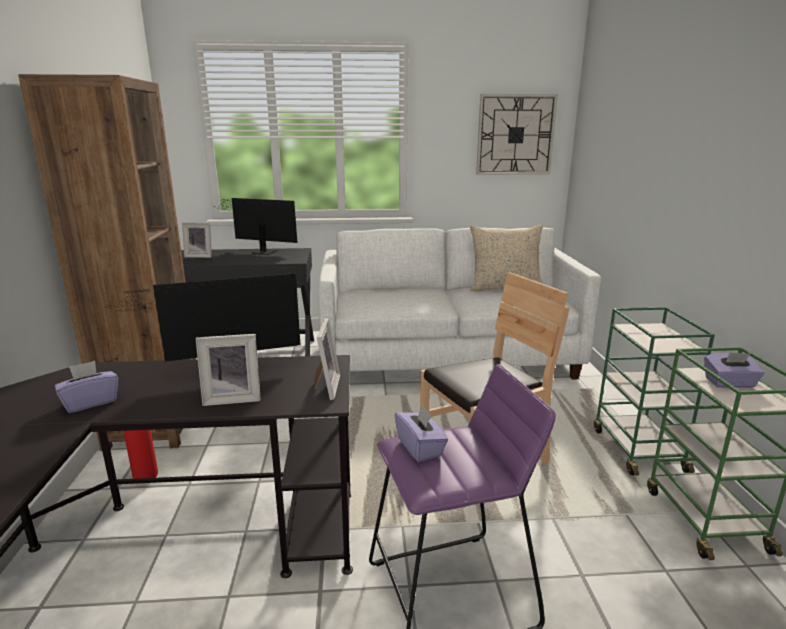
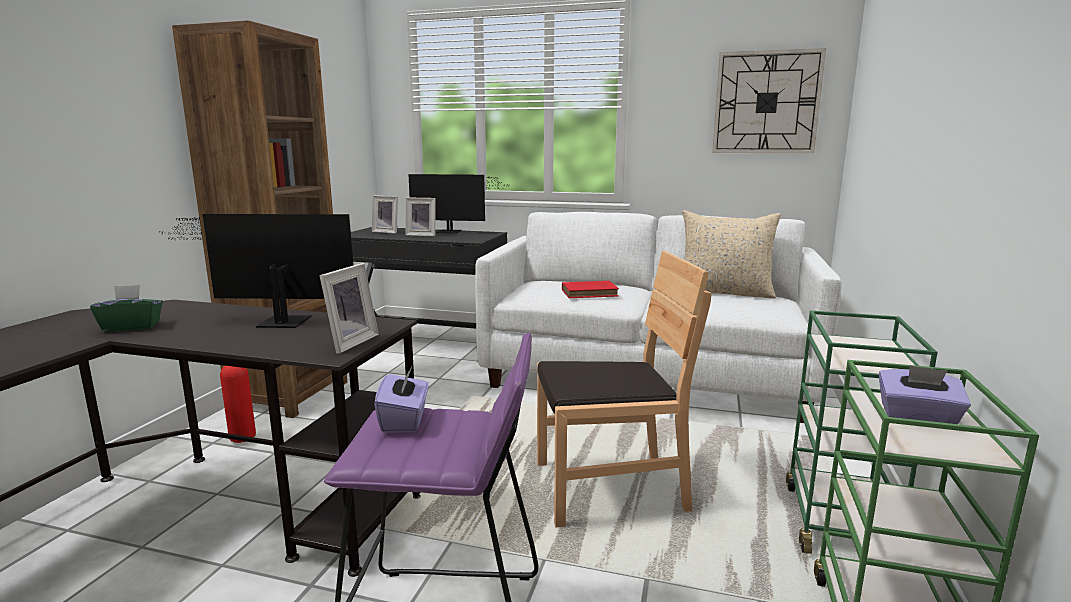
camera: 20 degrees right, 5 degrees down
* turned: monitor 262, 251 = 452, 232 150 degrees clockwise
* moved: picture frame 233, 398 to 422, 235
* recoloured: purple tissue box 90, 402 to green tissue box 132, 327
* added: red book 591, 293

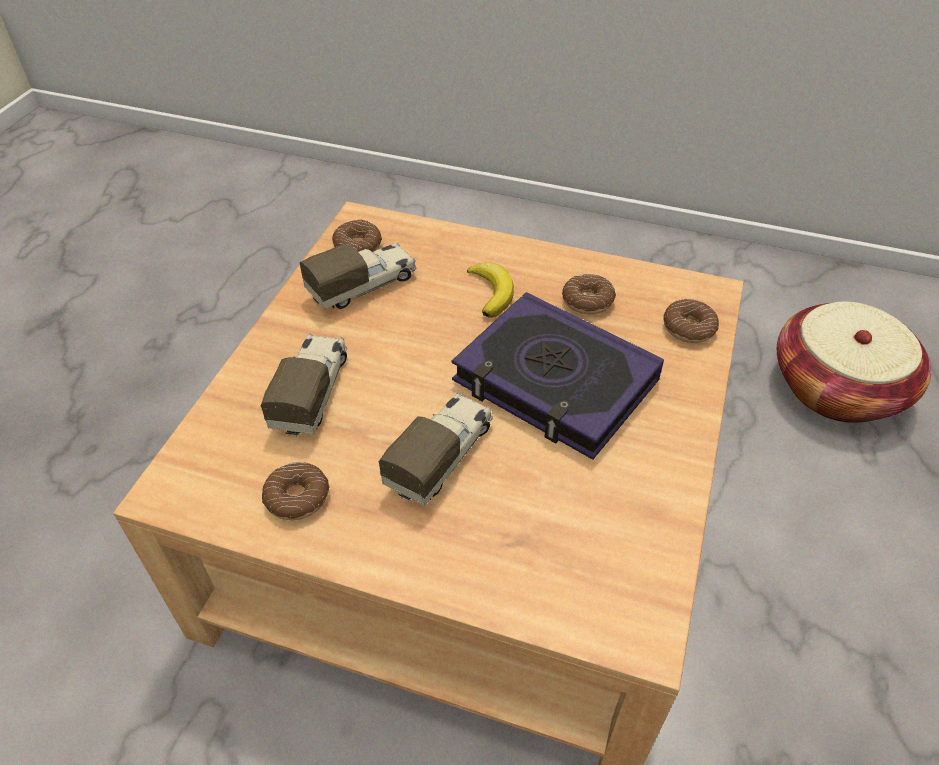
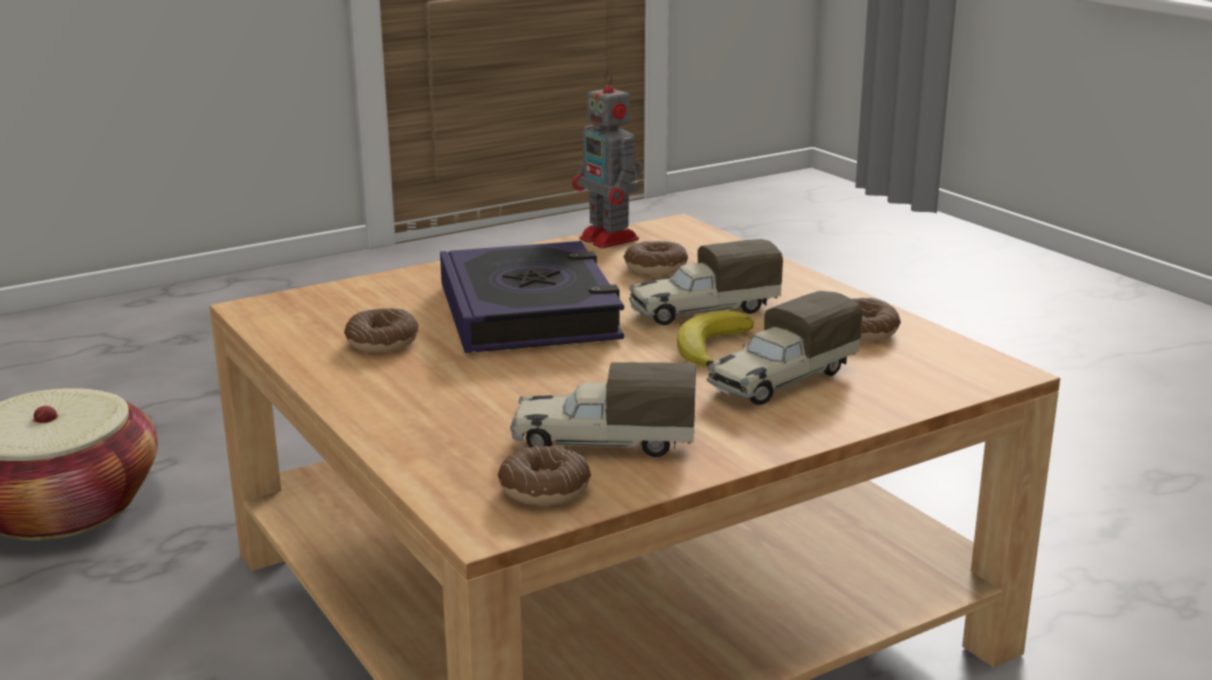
camera: 140 degrees left, 25 degrees down
* moved: banana 492, 292 to 710, 346
* moved: donut 688, 328 to 655, 268
* added: toy robot 610, 240

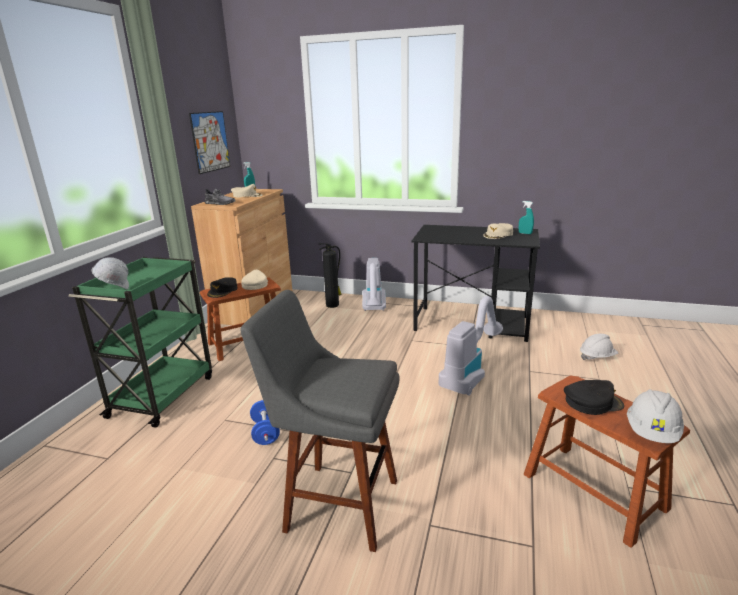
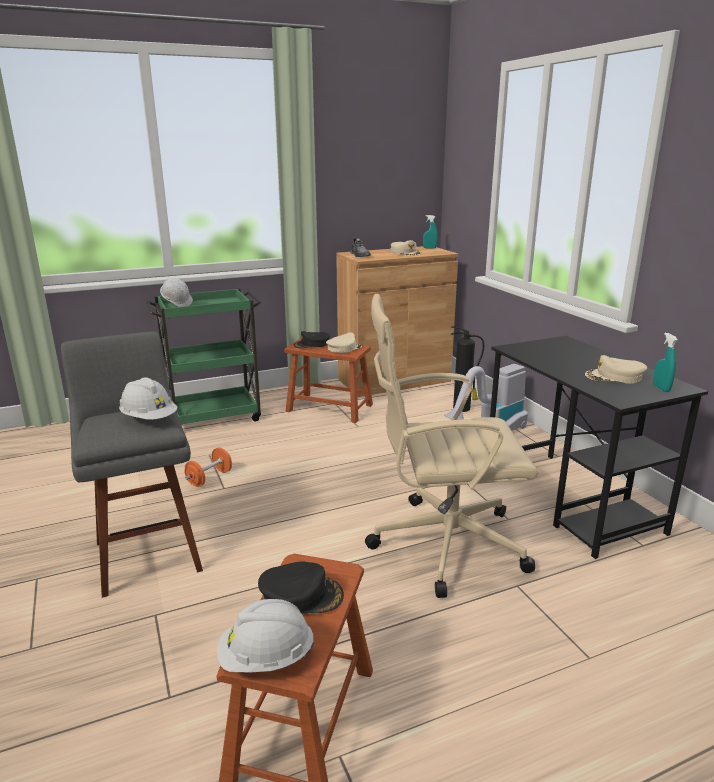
camera: 50 degrees right, 0 degrees up
* removed: picture 210, 141
* replaced: vacuum cleaner 469, 374 to beige office chair 443, 543
* moved: white hard hat 597, 357 to 149, 419
* turned: black cap 592, 402 = 301, 595 45 degrees counterclockwise
* recoloured: blue dumbbell 265, 432 to orange dumbbell 209, 478

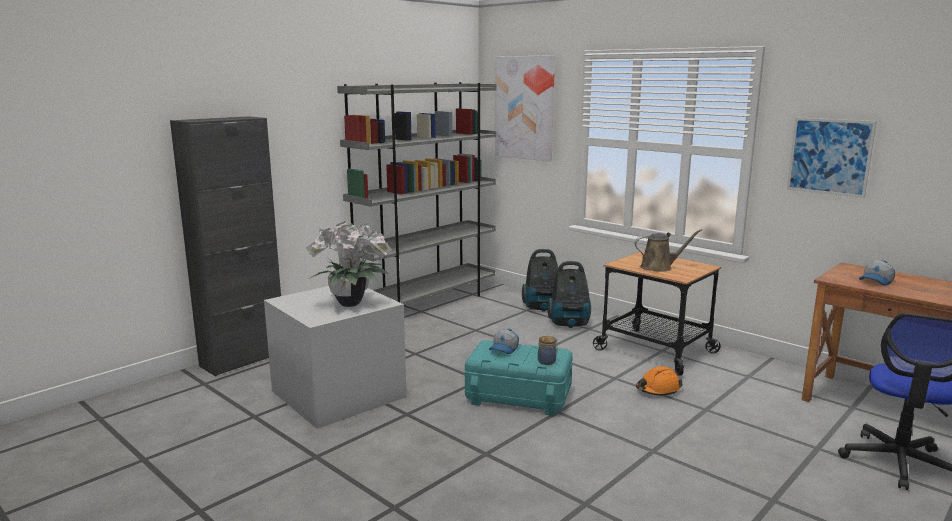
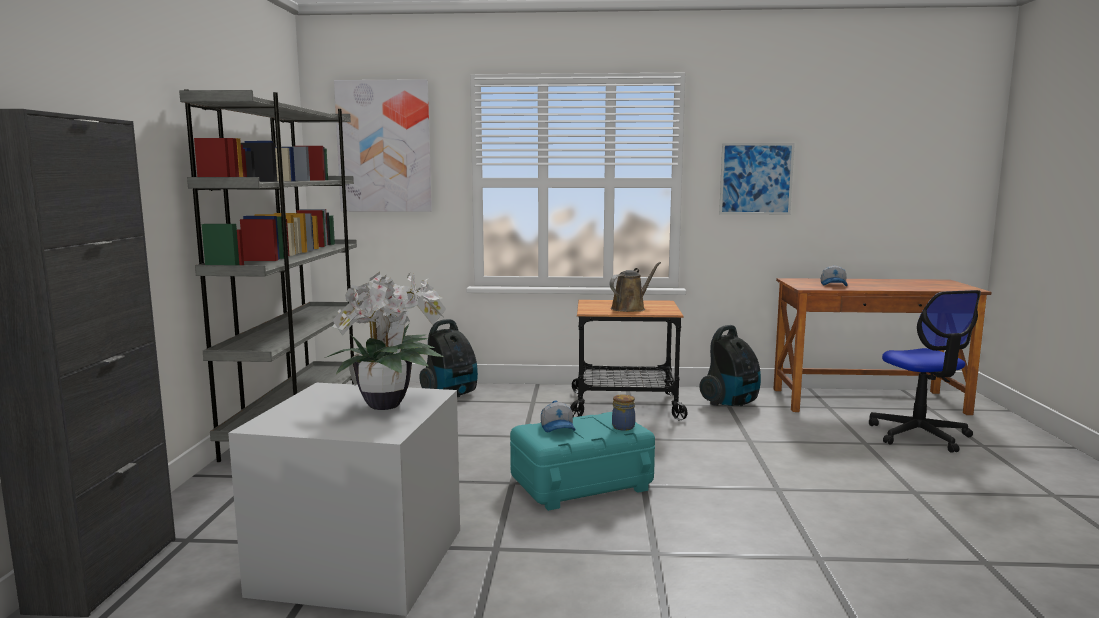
camera: 40 degrees left, 5 degrees down
* moved: vacuum cleaner 569, 324 to 731, 403
* removed: orange hard hat 658, 389

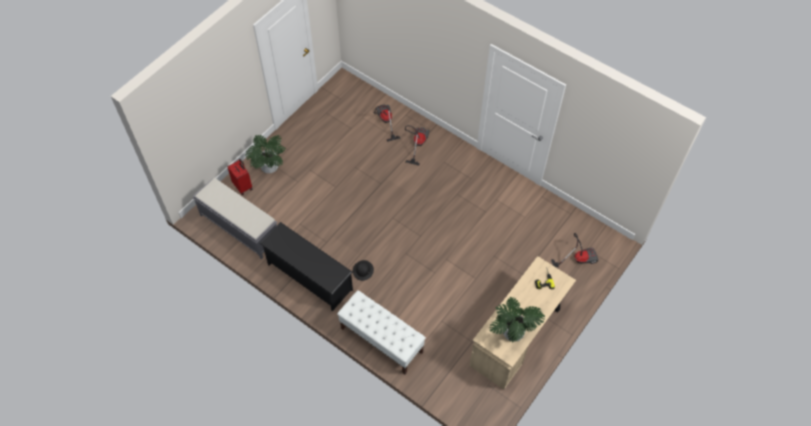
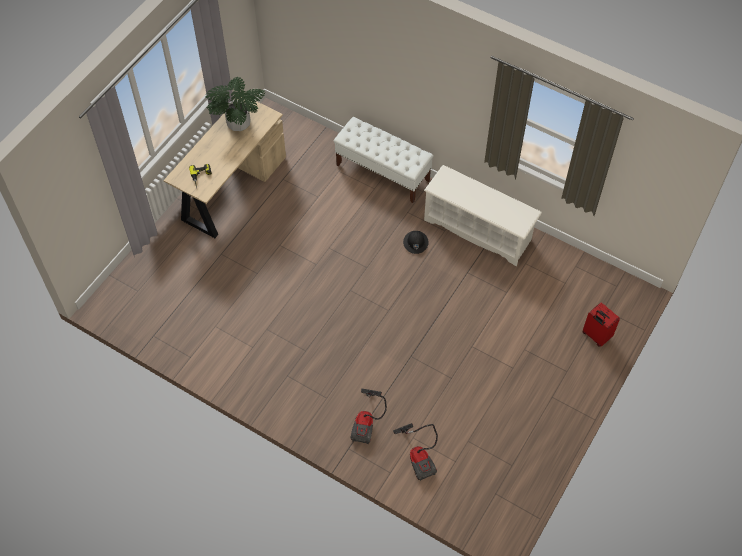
camera: 175 degrees right, 0 degrees up
* removed: potted plant 269, 167
* removed: grey bench 239, 227
* recoloured: black shoe rack 309, 277 to white shoe rack 478, 230
* removed: vacuum cleaner 577, 259

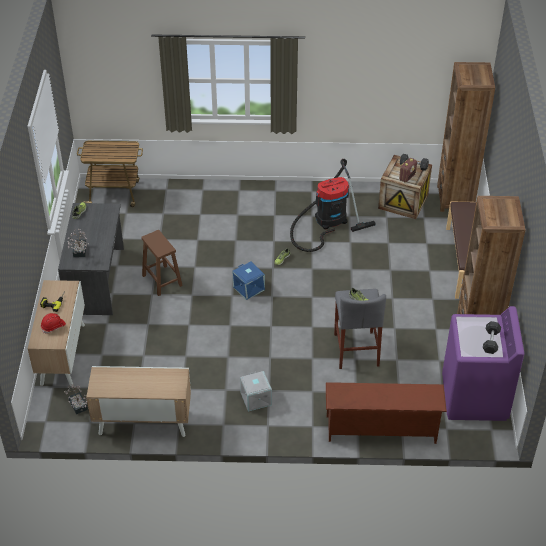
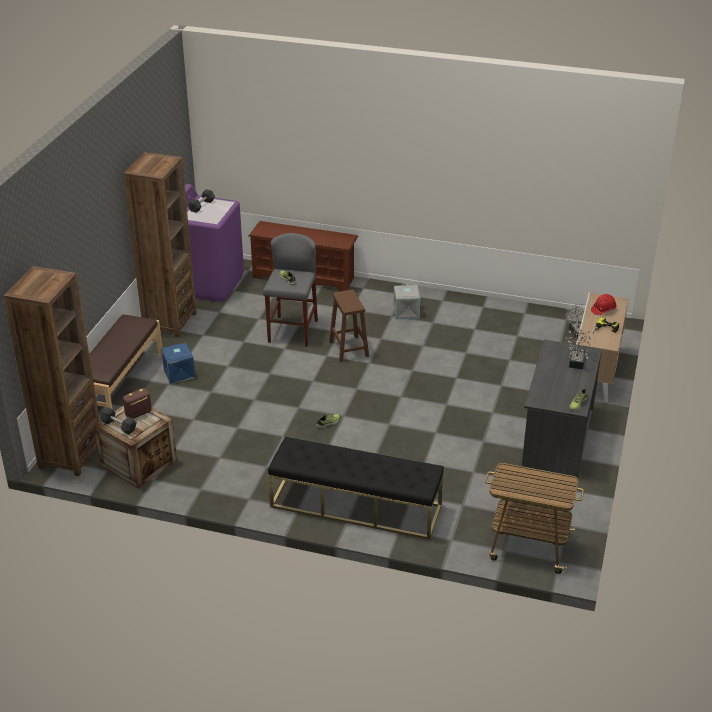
camera: 165 degrees left, 10 degrees down
* removed: vacuum cleaner 328, 221
* moved: brown stool 162, 281 to 348, 348
* moved: blue storage box 249, 288 to 178, 373
* removed: cabinet 143, 422
* added: black bench 355, 506

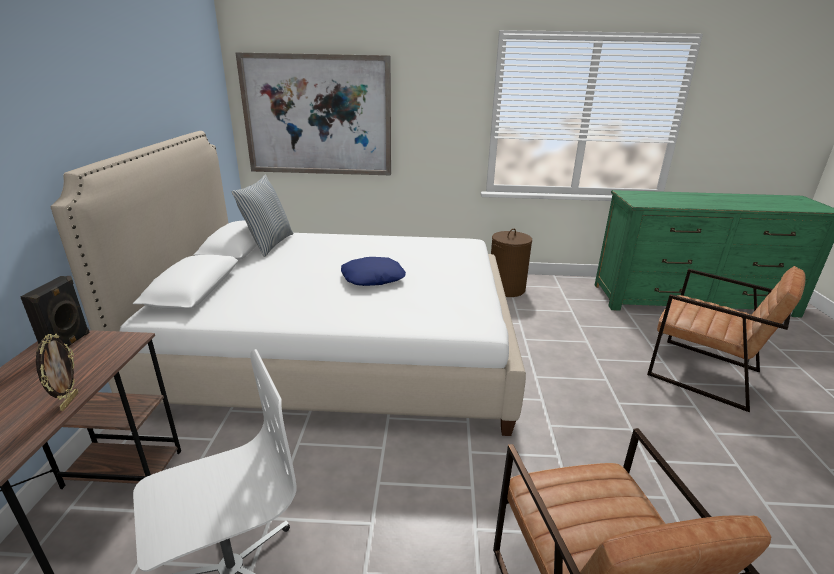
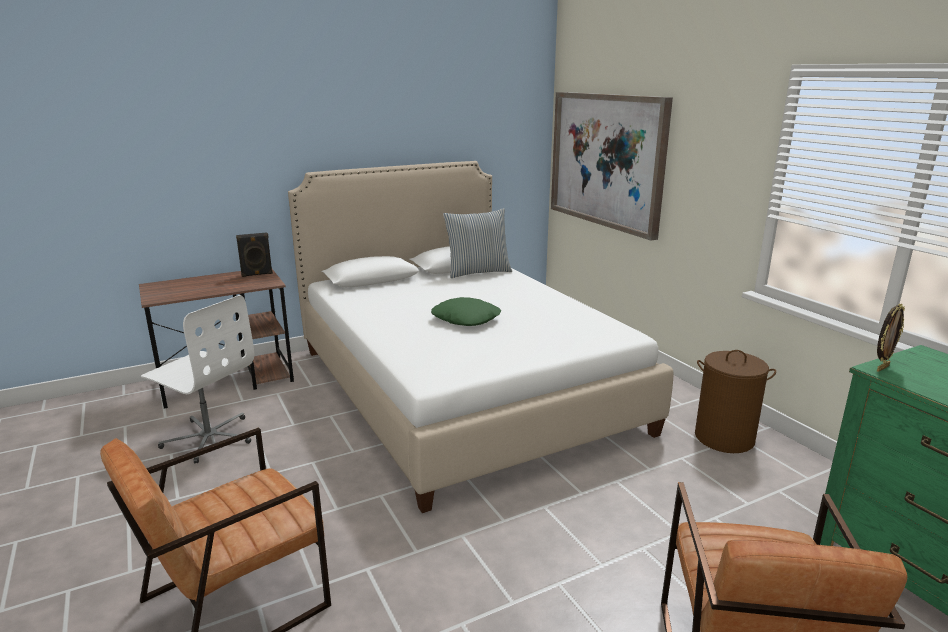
camera: 60 degrees right, 5 degrees down
* recoloured: blue pillow 372, 277 to green pillow 466, 318
* moved: picture frame 69, 401 to 881, 368

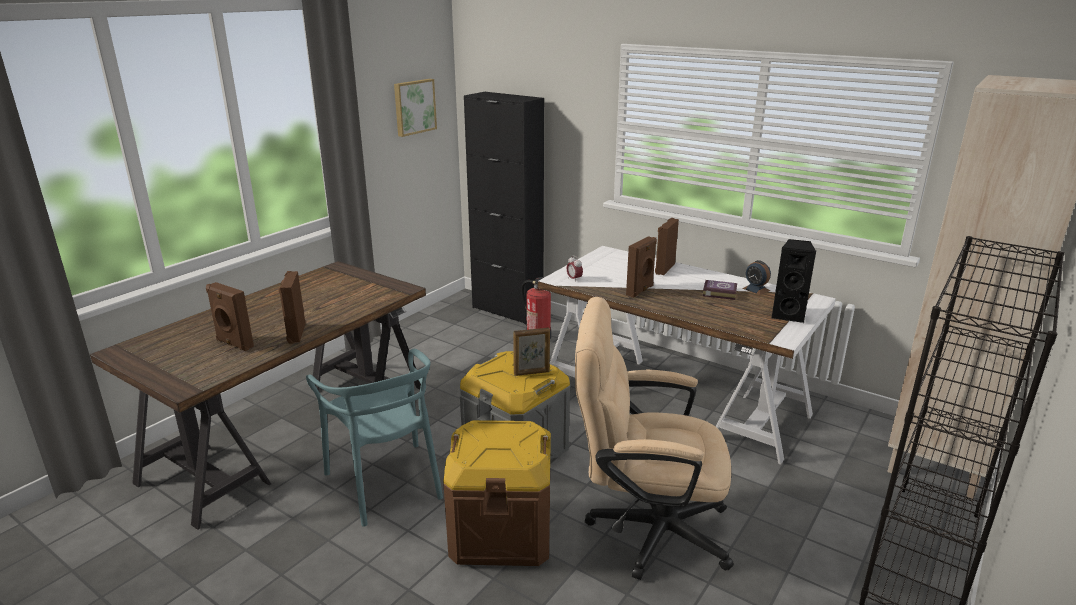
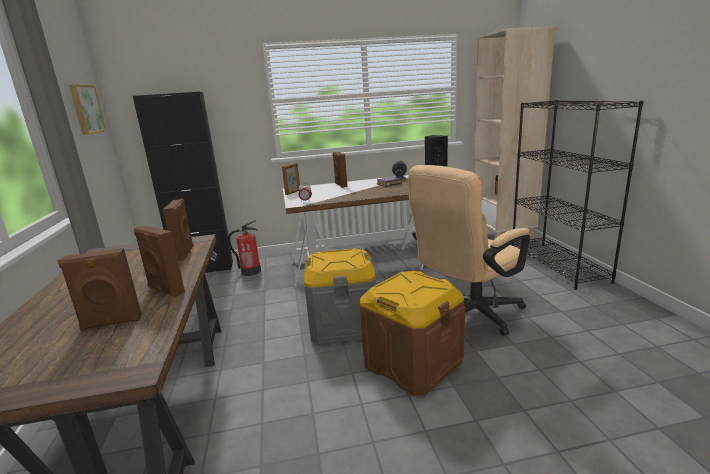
camera: 45 degrees left, 5 degrees down
* moved: brown speaker 640, 291 to 185, 253
* moved: picture frame 531, 373 to 293, 192
* removed: turquoise chair 386, 483

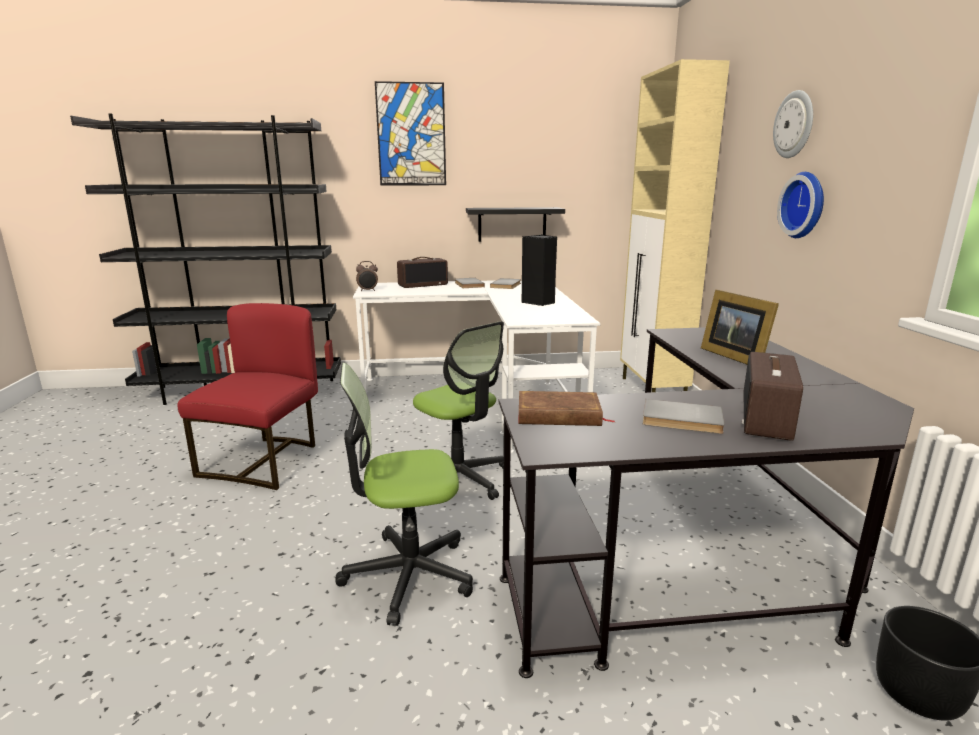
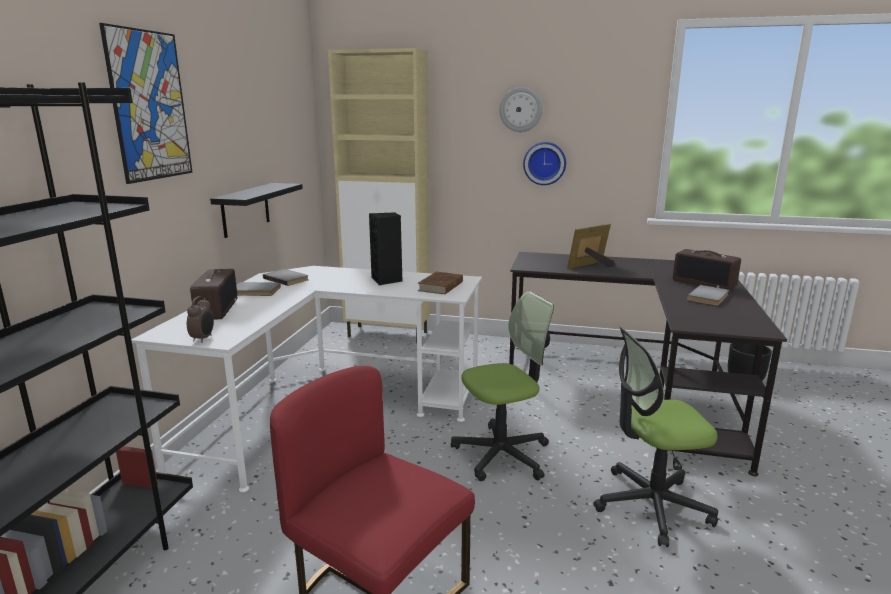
camera: 70 degrees left, 0 degrees up
* turned: picture frame 734, 356 = 590, 266 150 degrees clockwise
* turned: office chair 408, 574 = 651, 505 75 degrees clockwise
* moved: brown book 559, 415 to 441, 286

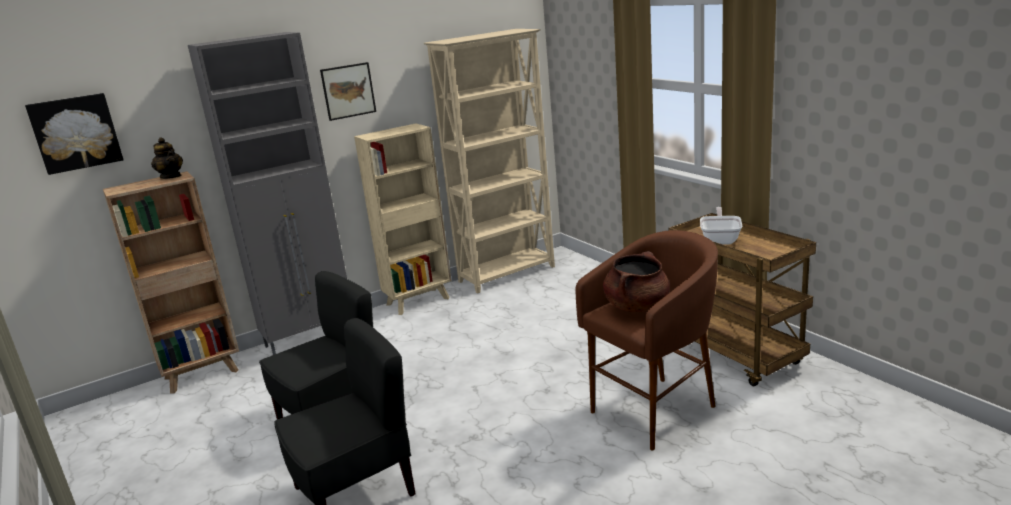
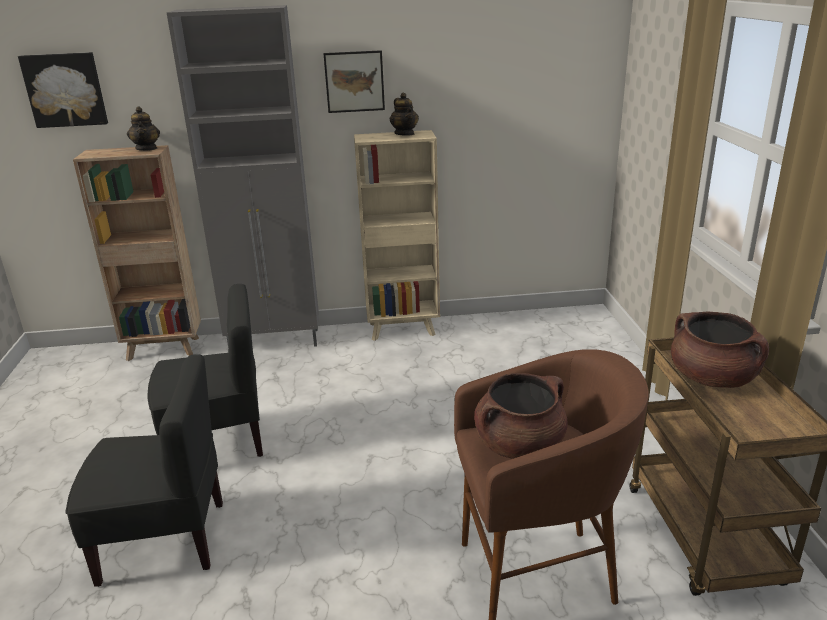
camera: 25 degrees right, 5 degrees up
* removed: beige bookcase 508, 274
* replaced: frying pan 720, 239 to brown cooking pot 712, 378
* added: teapot 404, 134

